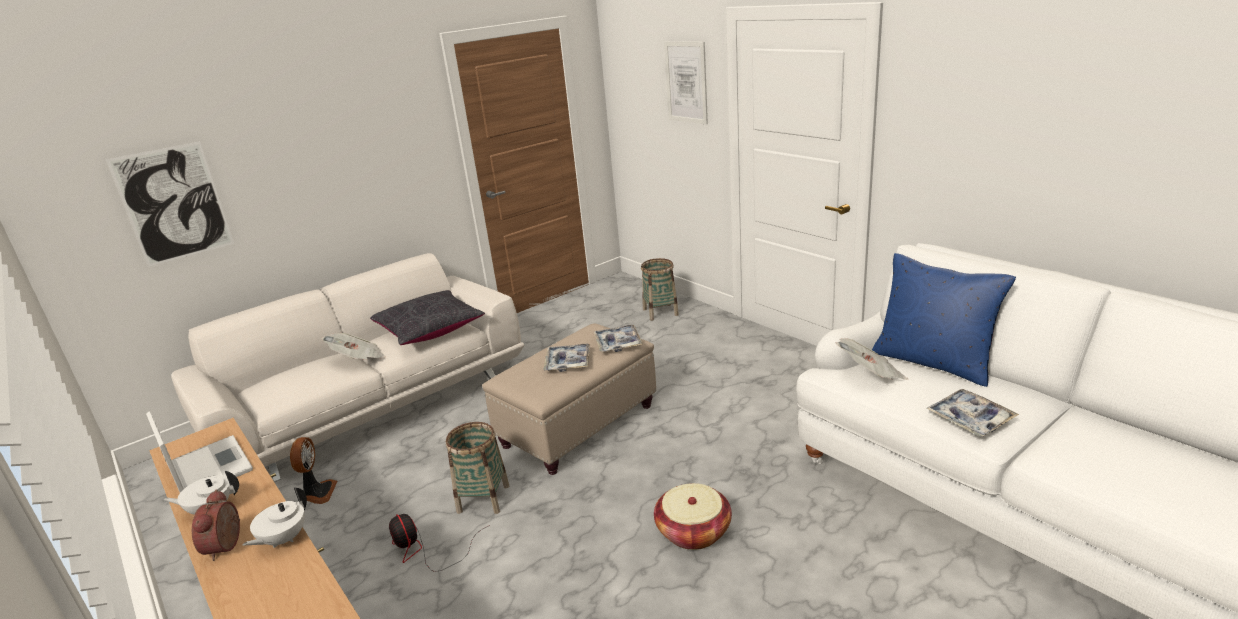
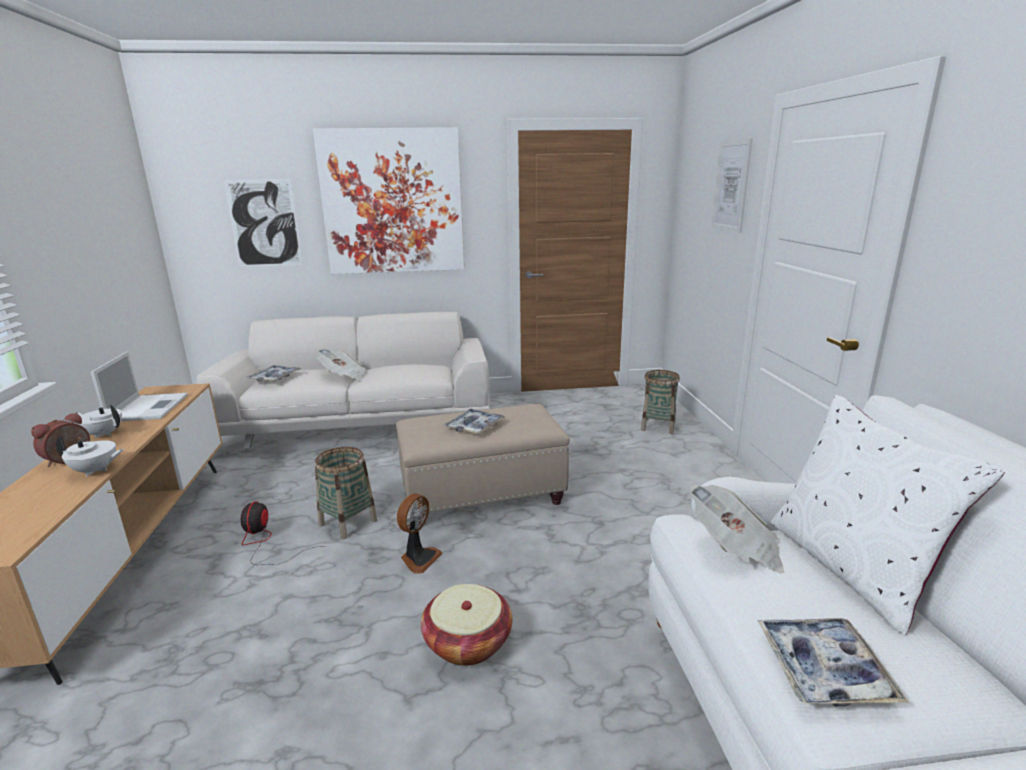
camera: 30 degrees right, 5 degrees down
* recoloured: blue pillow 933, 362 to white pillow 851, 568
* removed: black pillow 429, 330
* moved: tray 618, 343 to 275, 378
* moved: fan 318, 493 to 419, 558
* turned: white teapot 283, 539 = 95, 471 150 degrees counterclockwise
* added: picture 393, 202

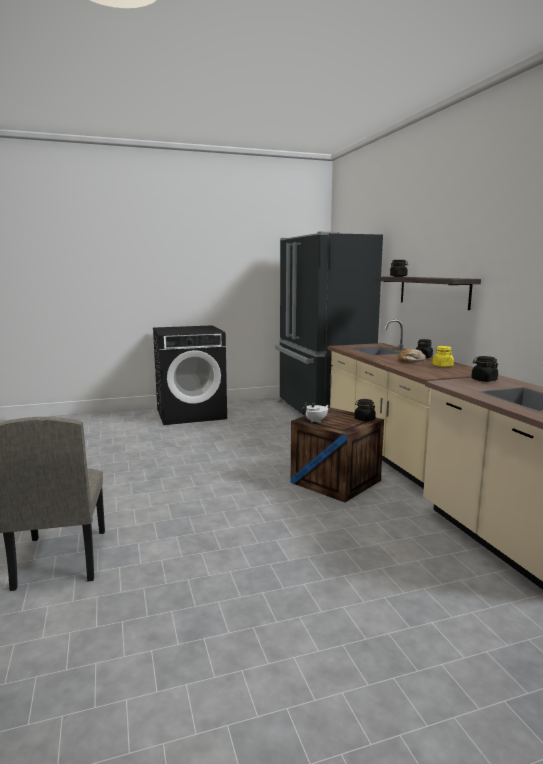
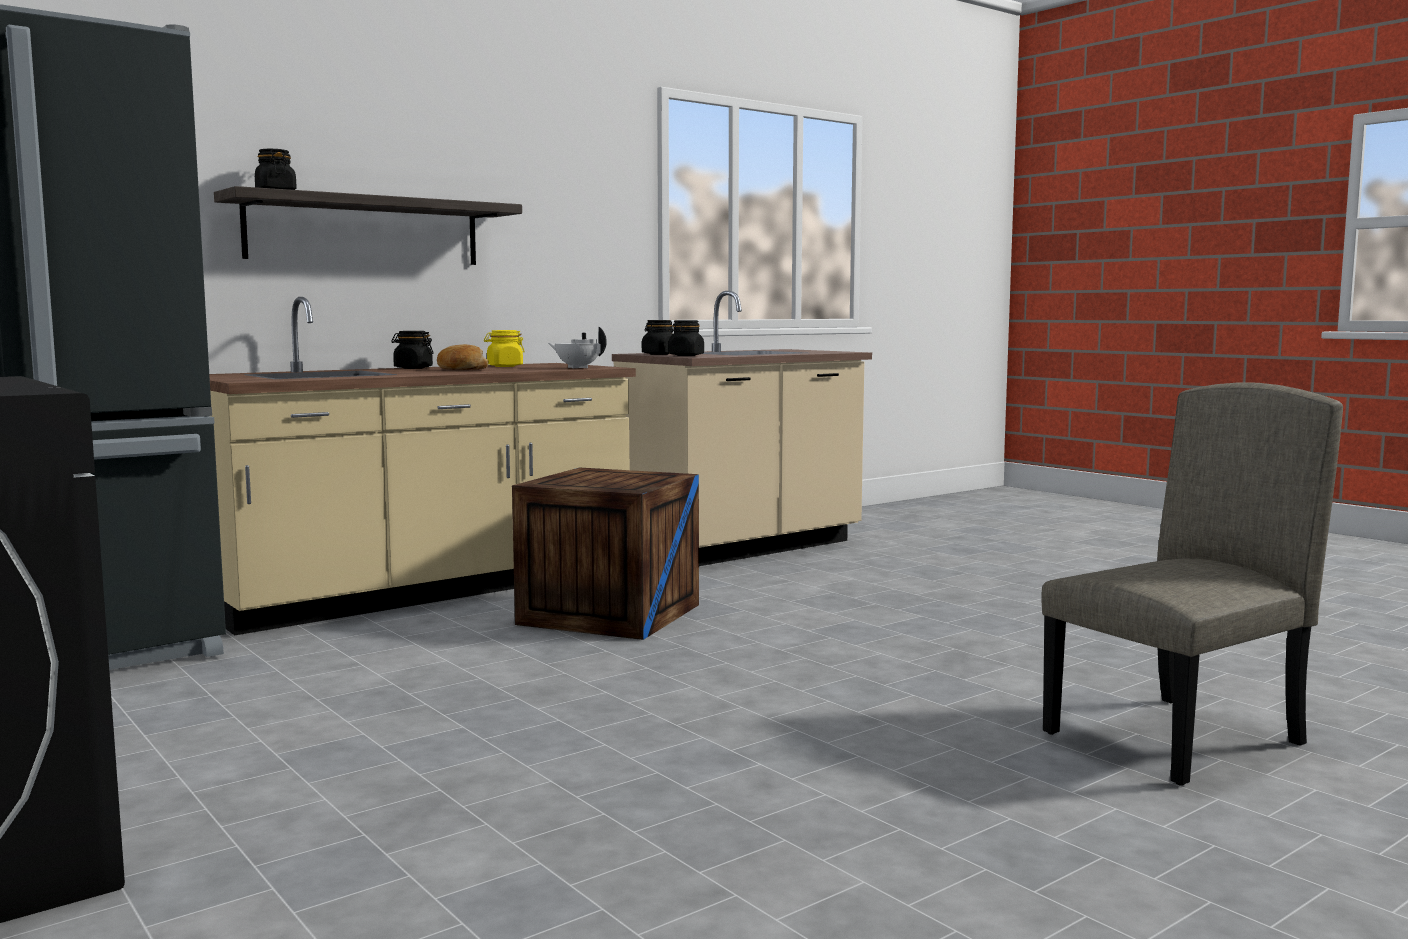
camera: 110 degrees left, 5 degrees down
* moved: black jar 364, 419 to 686, 355
* moved: white teapot 315, 421 to 578, 367

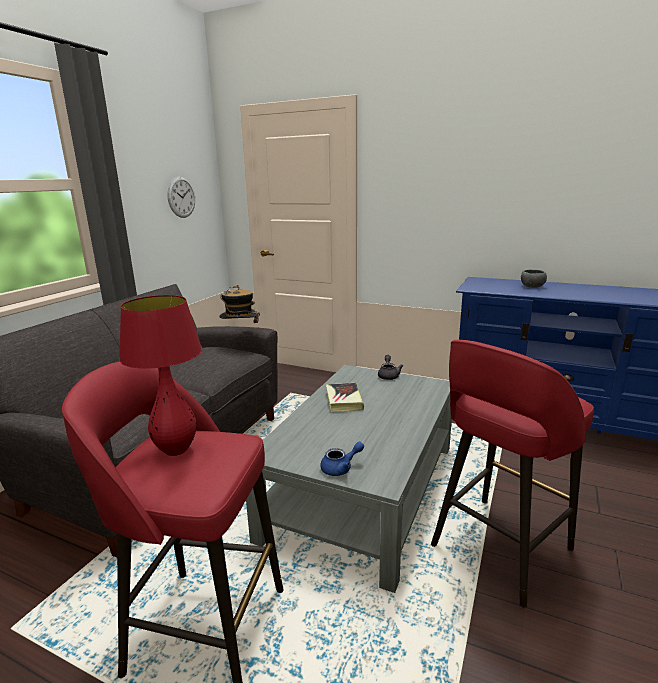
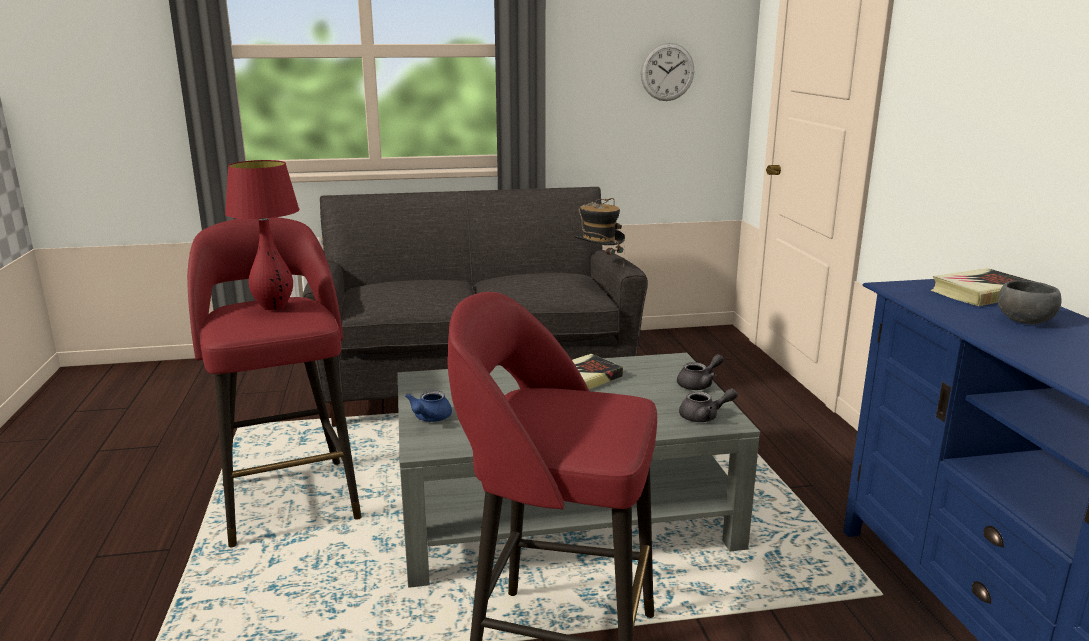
camera: 55 degrees right, 0 degrees up
* turned: blue teapot 341, 468 = 429, 418 75 degrees clockwise
* added: book 981, 293
* added: grey teapot 704, 417

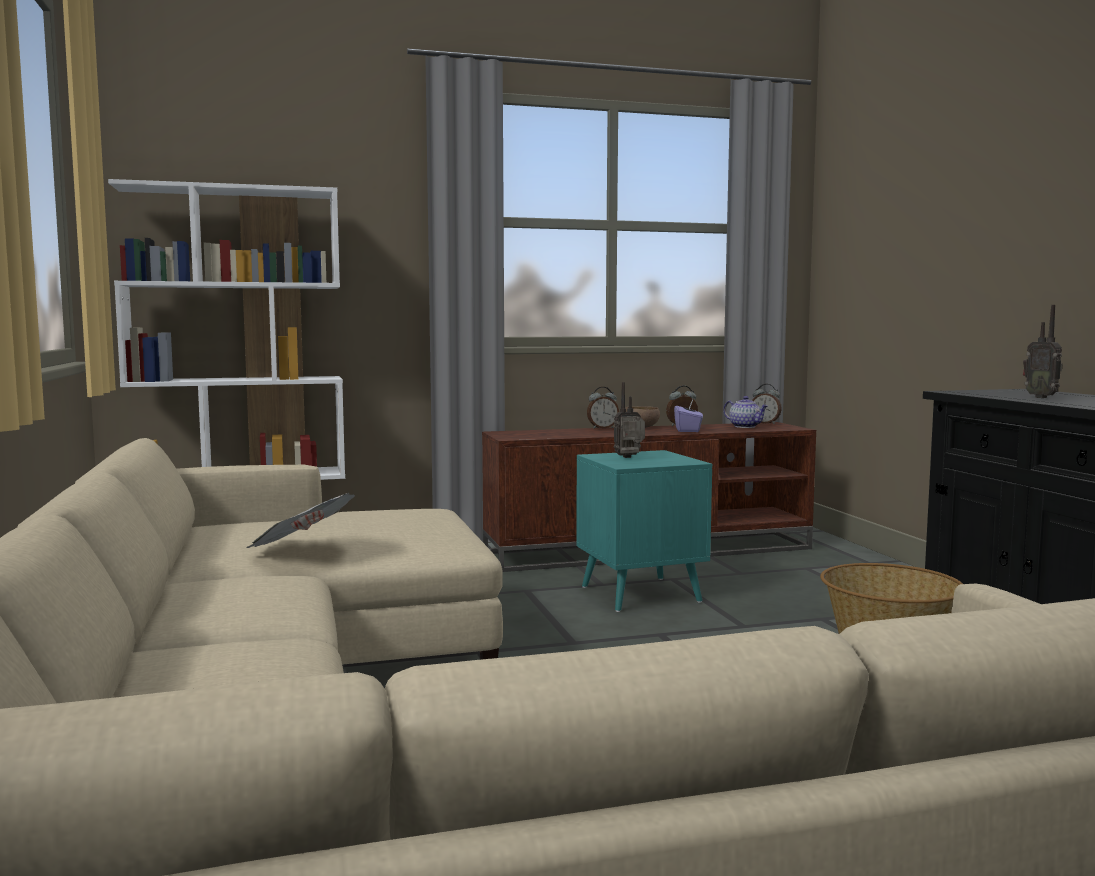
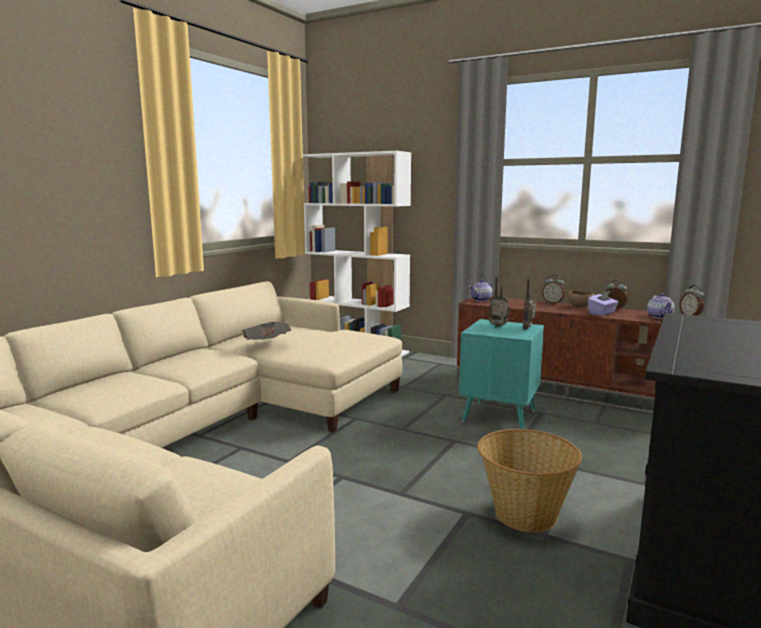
camera: 45 degrees right, 5 degrees up
* moved: radio 1042, 397 to 528, 328
* added: teapot 481, 300

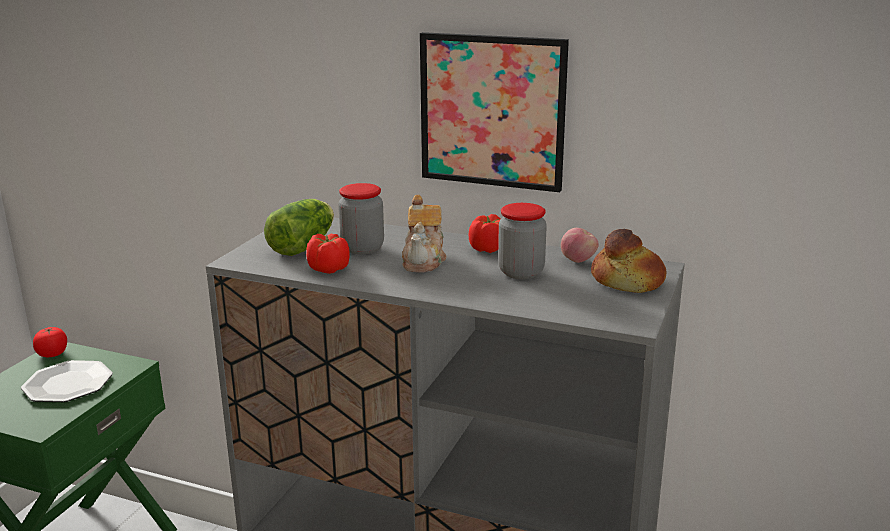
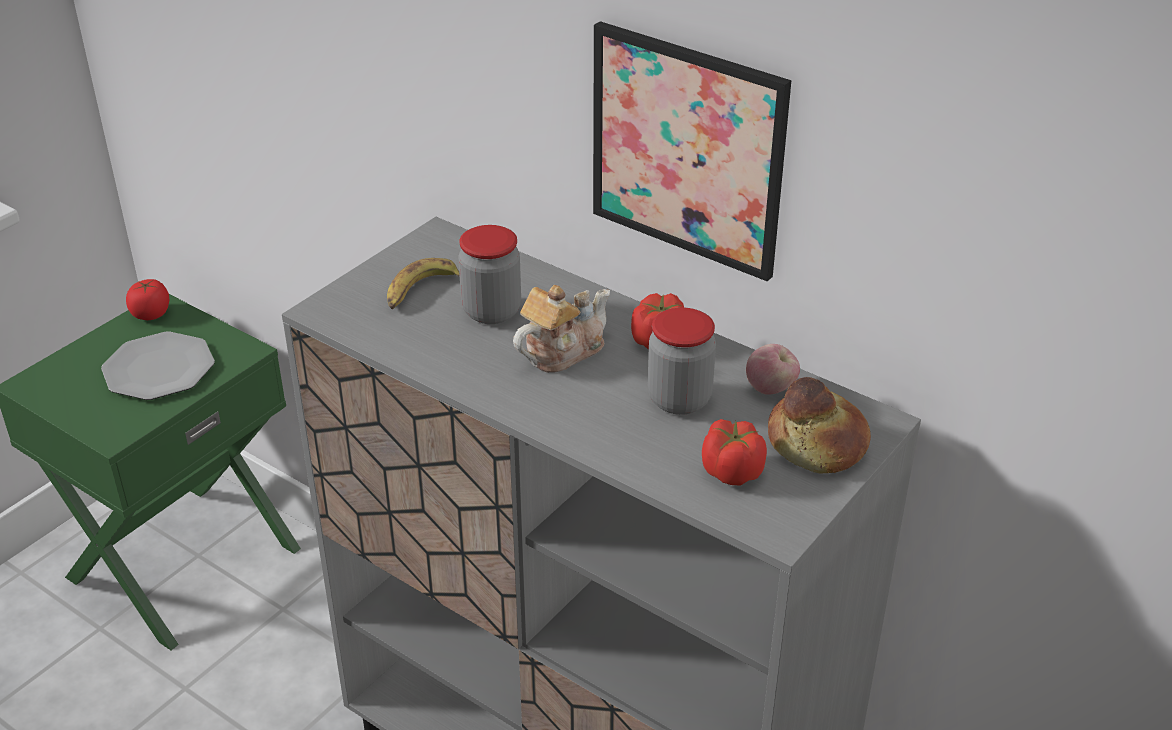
camera: 15 degrees right, 15 degrees up
* turned: teapot 424, 260 = 561, 351 150 degrees counterclockwise
* replaced: lettuce 305, 245 to banana 420, 291
* moved: tomato 328, 269 to 732, 471

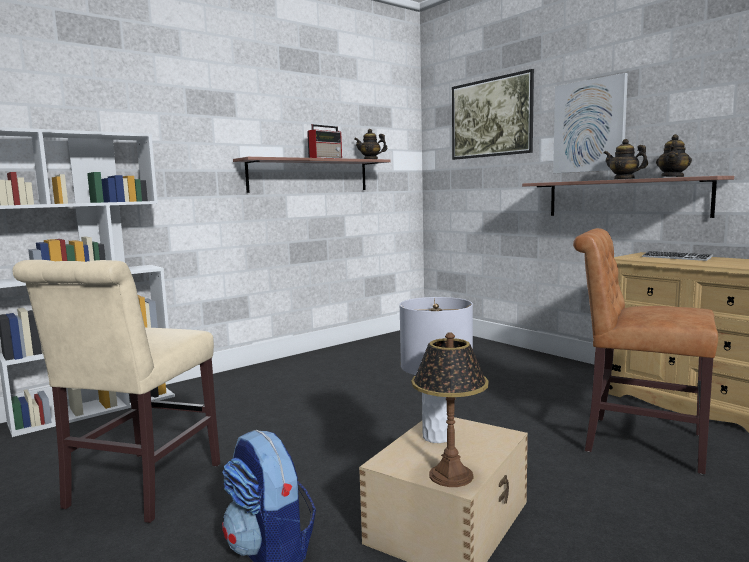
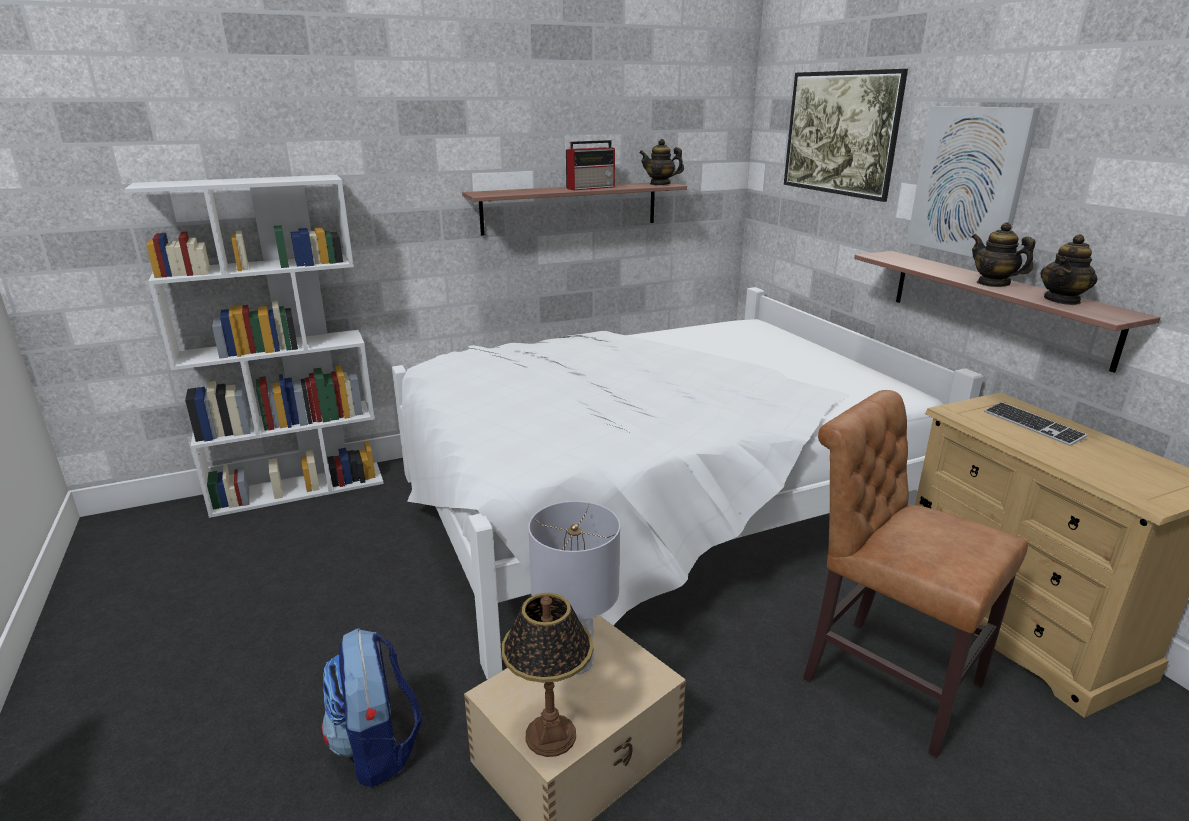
camera: 15 degrees right, 15 degrees up
* removed: beige chair 139, 489
* added: white bed 652, 506

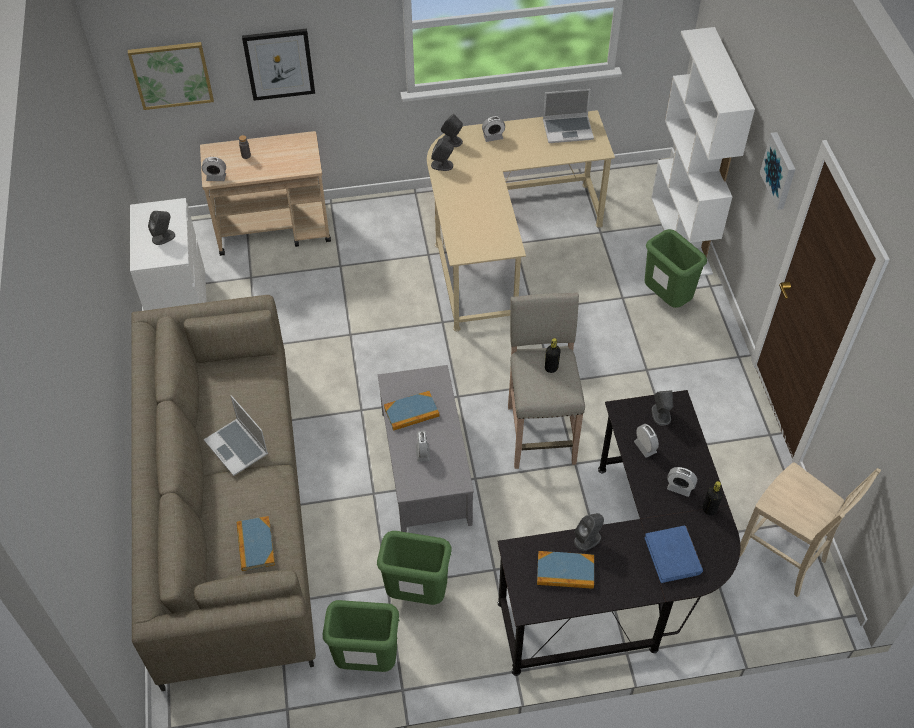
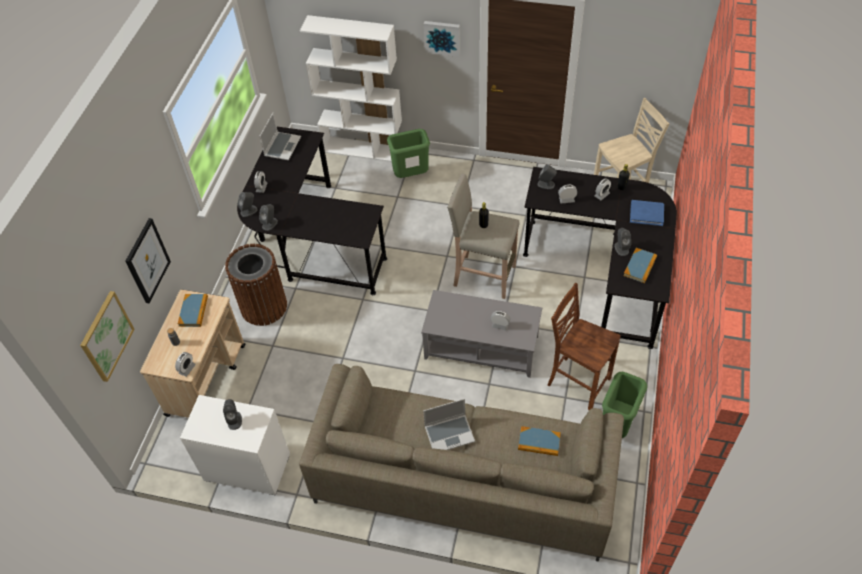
camera: 65 degrees left, 0 degrees up
* recoloured: beige desk 501, 242 to black desk 310, 243
* moved: book 411, 412 to 193, 311
* replaced: green trash can 417, 593 to brown chair 577, 381
* added: brown trash can 263, 306

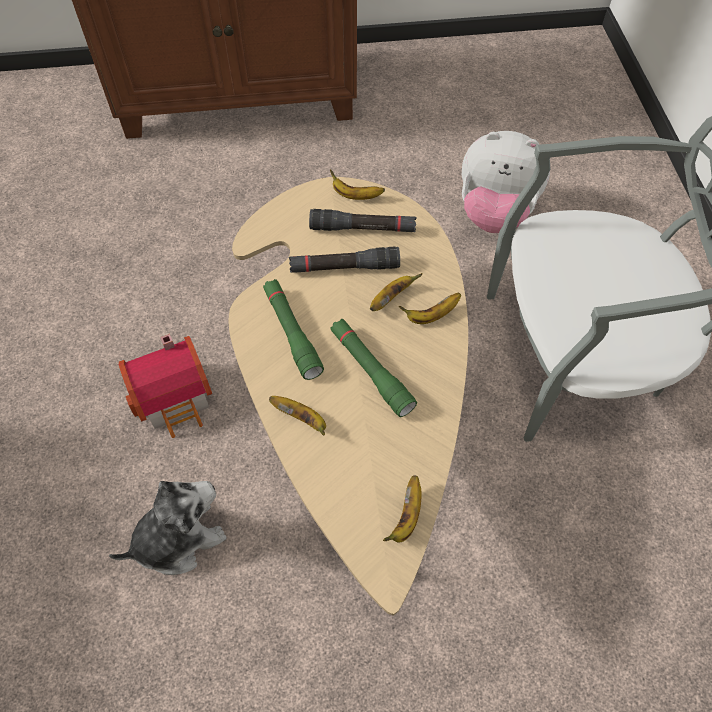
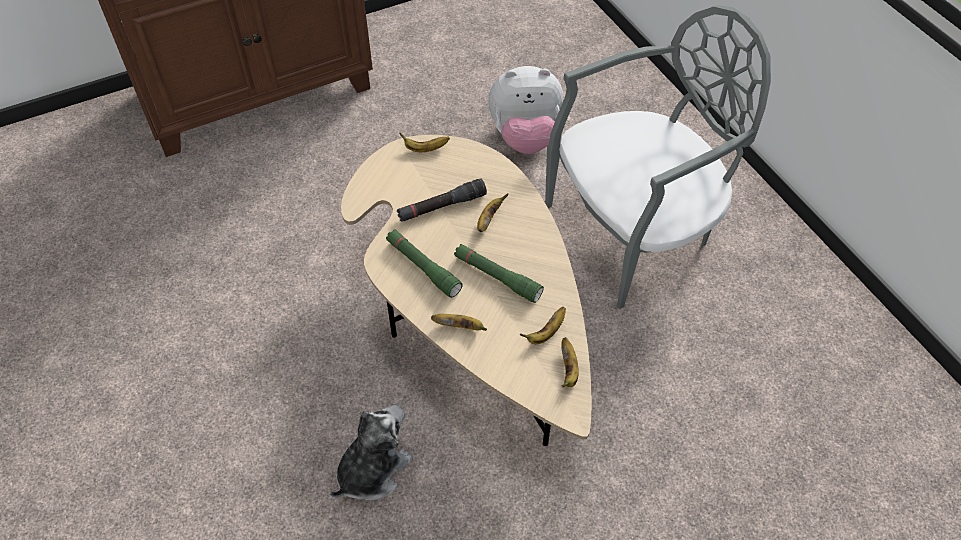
camera: 20 degrees left, 5 degrees down
* removed: black flashlight 362, 228
* moved: banana 431, 316 to 546, 333
* removed: toy house 177, 398

